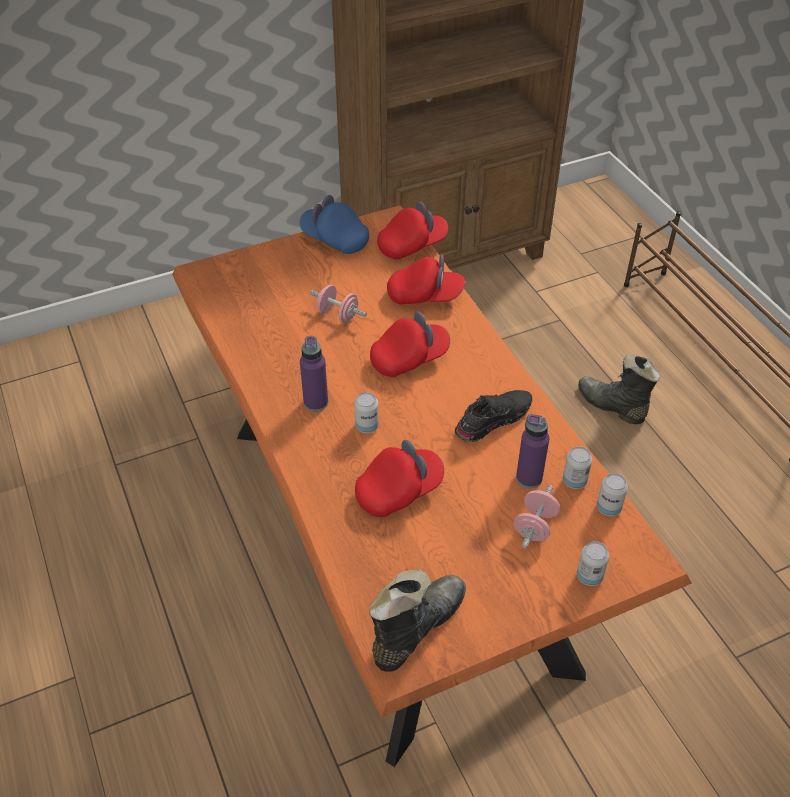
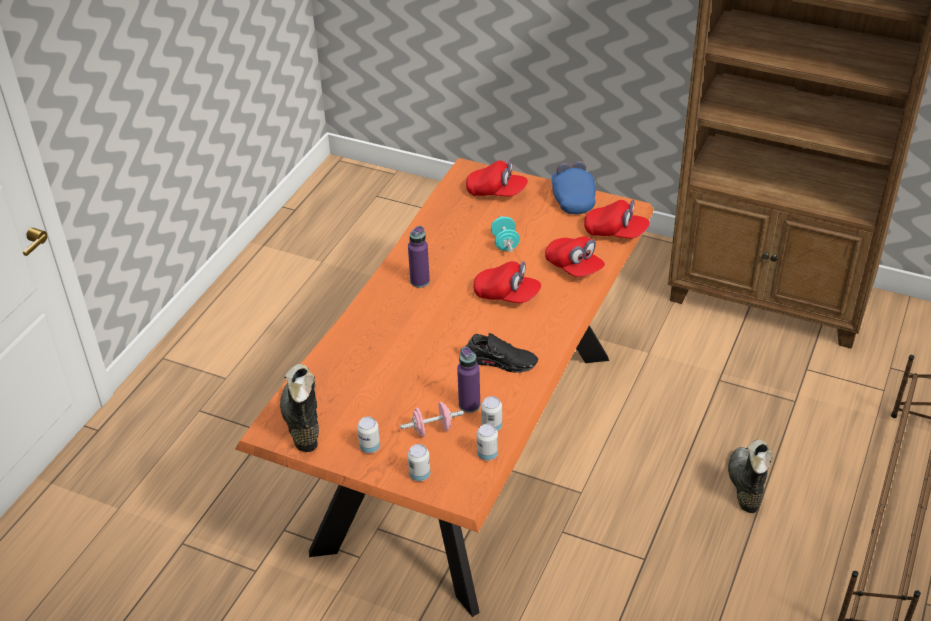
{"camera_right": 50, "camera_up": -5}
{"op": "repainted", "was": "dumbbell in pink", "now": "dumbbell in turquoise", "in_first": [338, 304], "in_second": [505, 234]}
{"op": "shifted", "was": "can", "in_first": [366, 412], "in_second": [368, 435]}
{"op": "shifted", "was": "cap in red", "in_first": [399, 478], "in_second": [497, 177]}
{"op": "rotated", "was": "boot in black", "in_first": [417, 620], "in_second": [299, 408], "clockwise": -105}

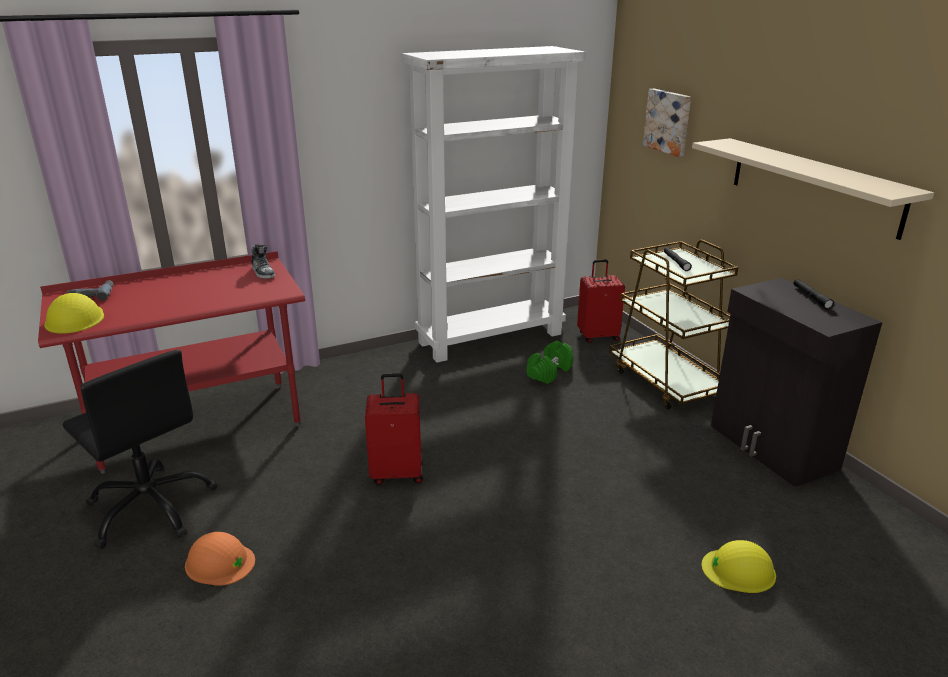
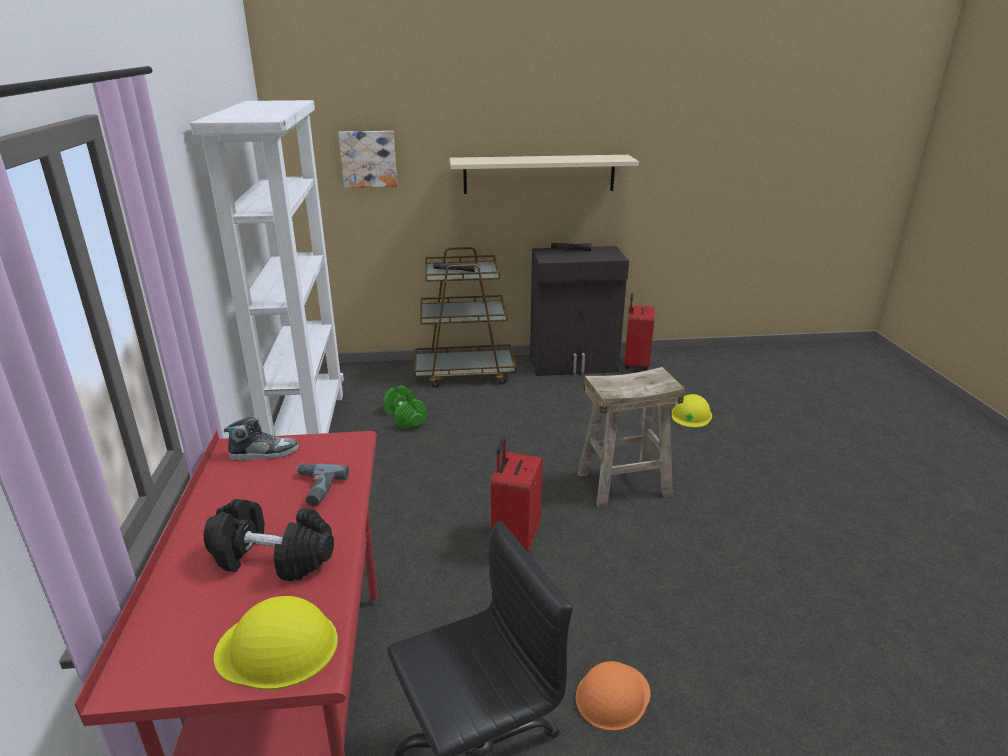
{"camera_right": -70, "camera_up": 0}
{"op": "shifted", "was": "suitcase in red", "in_first": [601, 301], "in_second": [639, 332]}
{"op": "shifted", "was": "power drill", "in_first": [90, 290], "in_second": [322, 484]}
{"op": "new", "now": "stool in beige", "in_second": [631, 437]}
{"op": "new", "now": "dumbbell in black", "in_second": [269, 540]}

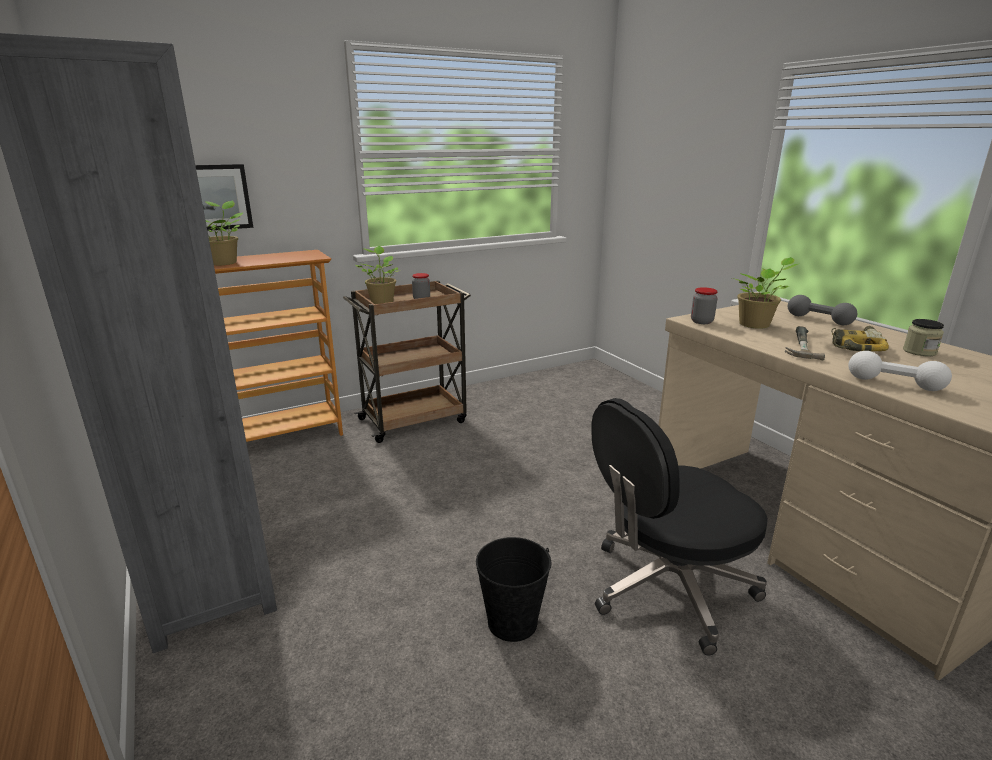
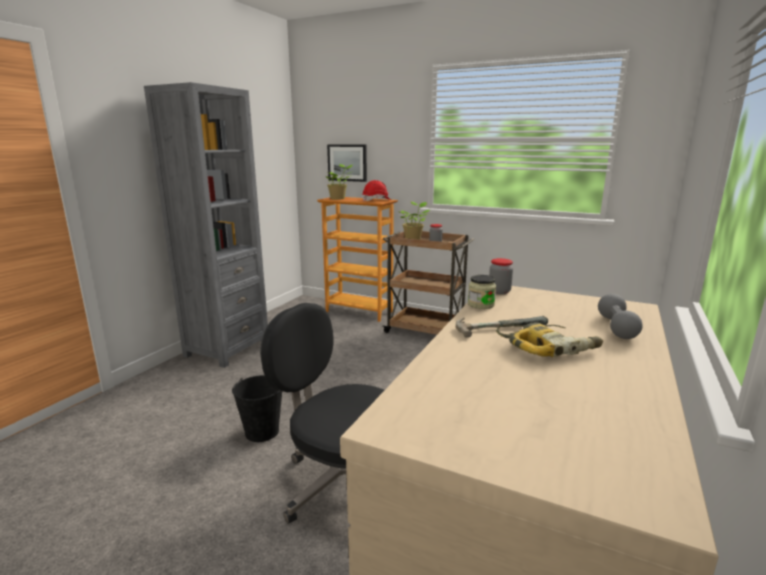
{"camera_right": 55, "camera_up": -5}
{"op": "gone", "was": "potted plant", "in_first": [765, 293]}
{"op": "shifted", "was": "jar", "in_first": [923, 337], "in_second": [482, 292]}
{"op": "gone", "was": "dumbbell in white", "in_first": [900, 371]}
{"op": "new", "now": "hard hat in red", "in_second": [376, 191]}

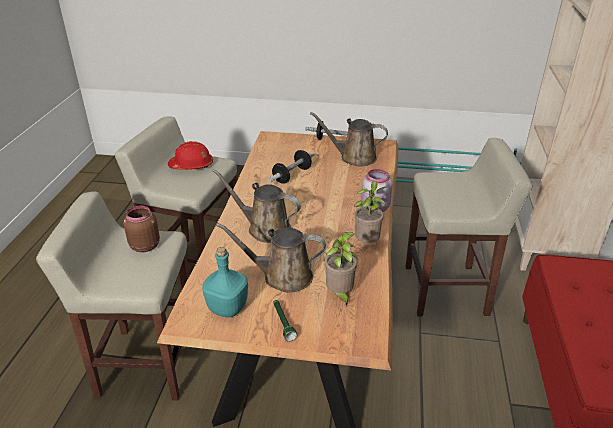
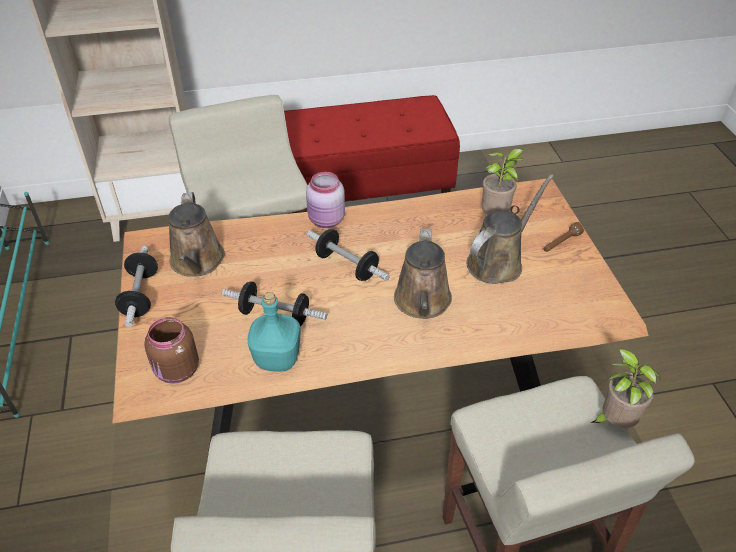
{"camera_right": -110, "camera_up": 10}
{"op": "gone", "was": "hard hat in red", "in_first": [190, 155]}
{"op": "shifted", "was": "potted plant", "in_first": [370, 212], "in_second": [625, 388]}
{"op": "shifted", "was": "jar in brown", "in_first": [142, 229], "in_second": [171, 350]}
{"op": "rotated", "was": "watering can in brown", "in_first": [271, 258], "in_second": [510, 229], "clockwise": -120}
{"op": "shifted", "was": "bottle in turquoise", "in_first": [225, 282], "in_second": [274, 332]}
{"op": "repainted", "was": "flashlight in green", "now": "flashlight in brown", "in_first": [285, 321], "in_second": [563, 237]}
{"op": "new", "now": "dumbbell", "in_second": [348, 255]}

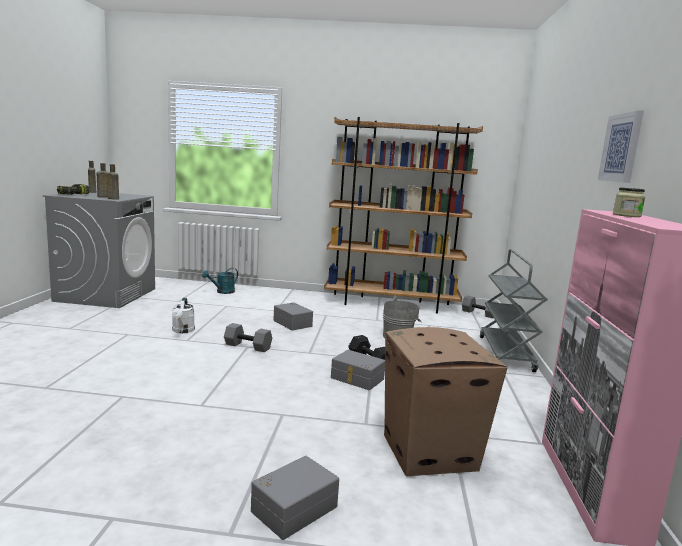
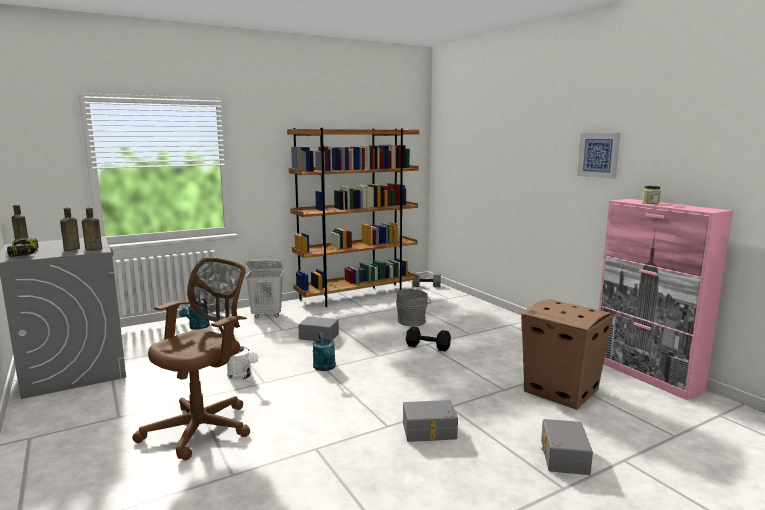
{"camera_right": -35, "camera_up": 0}
{"op": "gone", "was": "cart in grey", "in_first": [514, 310]}
{"op": "swapped", "was": "dumbbell in grey", "now": "watering can in turquoise", "in_first": [248, 337], "in_second": [324, 351]}
{"op": "shifted", "was": "storage box in grey", "in_first": [358, 370], "in_second": [430, 421]}
{"op": "new", "now": "office chair in brown", "in_second": [191, 358]}
{"op": "new", "now": "laundry basket in white", "in_second": [264, 288]}

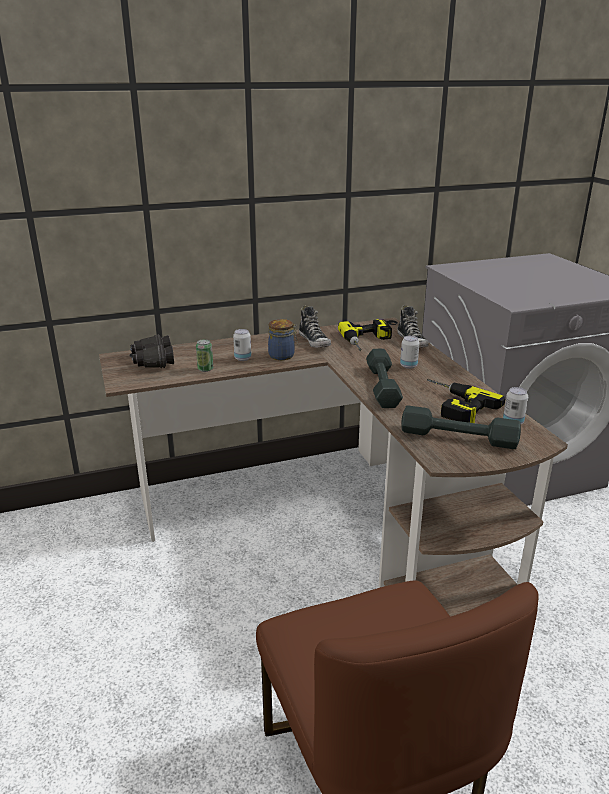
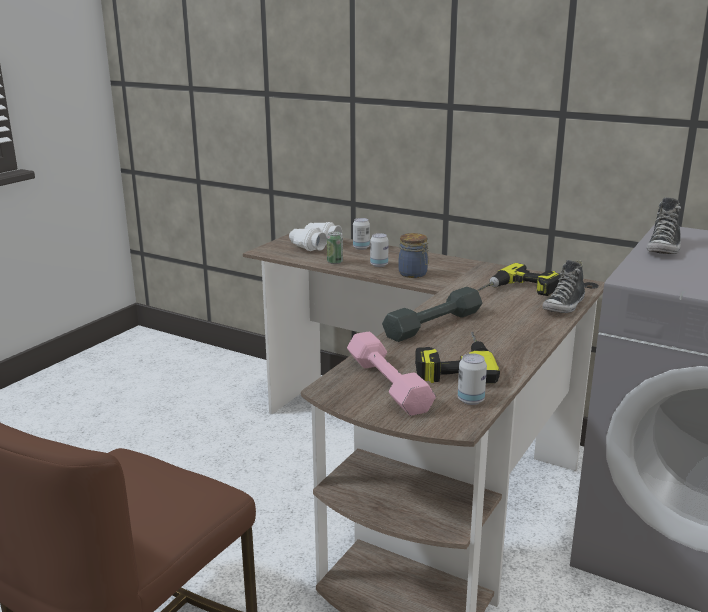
{"camera_right": 50, "camera_up": -5}
{"op": "shifted", "was": "shoe", "in_first": [315, 326], "in_second": [664, 225]}
{"op": "repainted", "was": "binoculars in black", "now": "binoculars in white", "in_first": [152, 351], "in_second": [315, 236]}
{"op": "shifted", "was": "can", "in_first": [409, 352], "in_second": [361, 234]}
{"op": "repainted", "was": "dumbbell in grey", "now": "dumbbell in pink", "in_first": [461, 427], "in_second": [391, 374]}

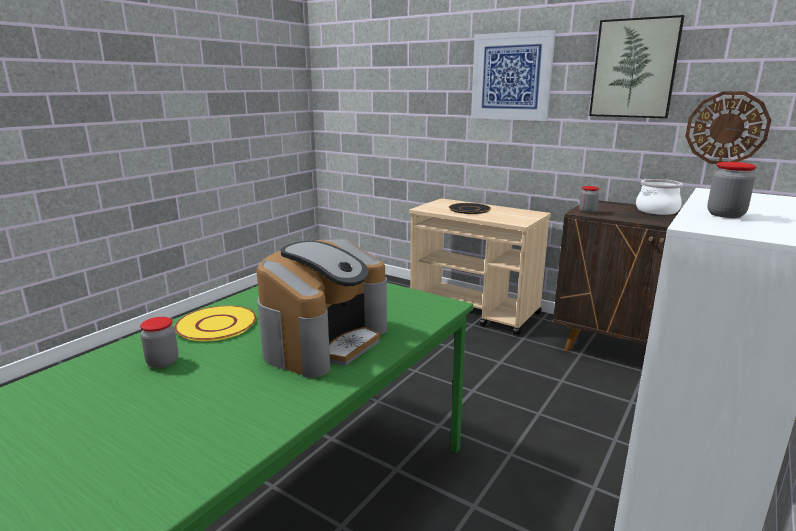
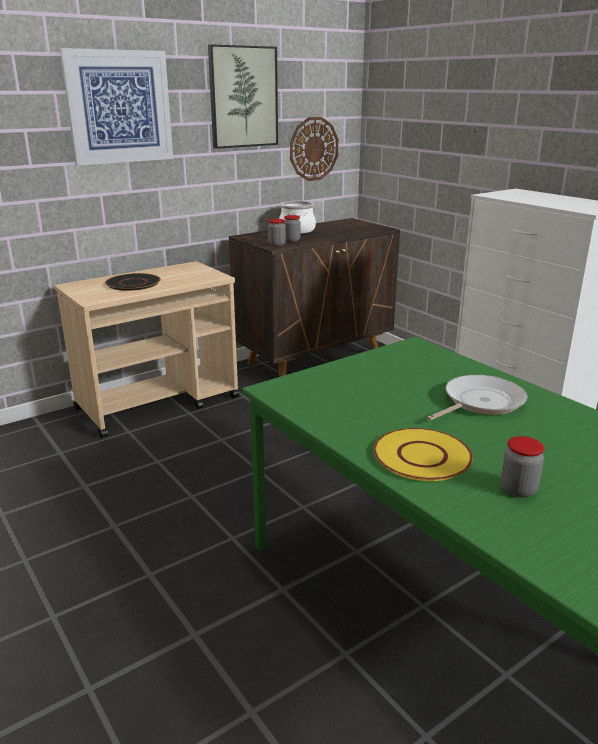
{"camera_right": -70, "camera_up": 5}
{"op": "shifted", "was": "jar", "in_first": [731, 190], "in_second": [292, 228]}
{"op": "swapped", "was": "coffee machine", "now": "frying pan", "in_first": [321, 308], "in_second": [477, 397]}

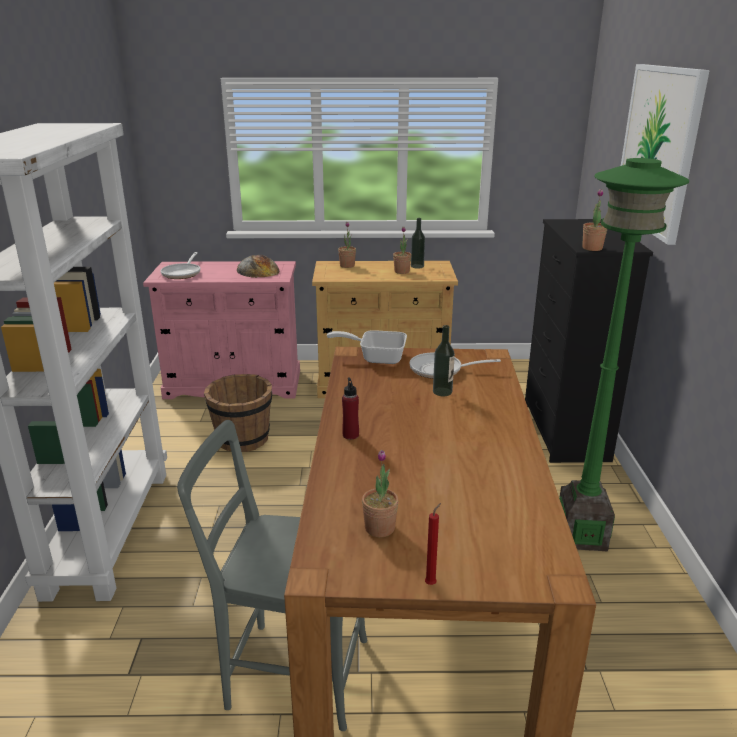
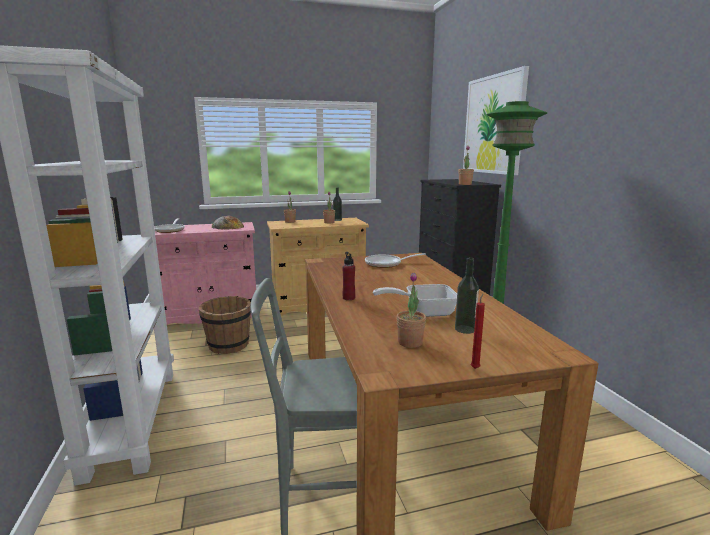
{"camera_right": -15, "camera_up": -10}
{"op": "shifted", "was": "bottle", "in_first": [444, 360], "in_second": [467, 296]}
{"op": "shifted", "was": "frying pan", "in_first": [367, 347], "in_second": [415, 300]}

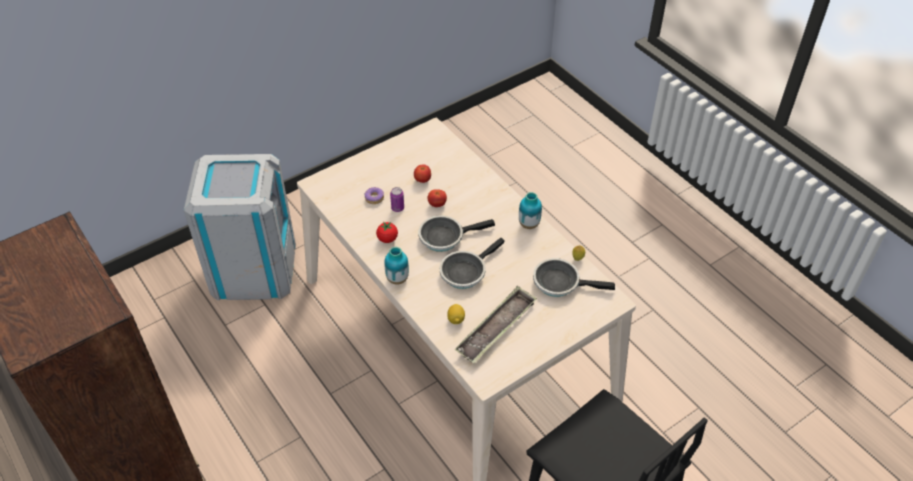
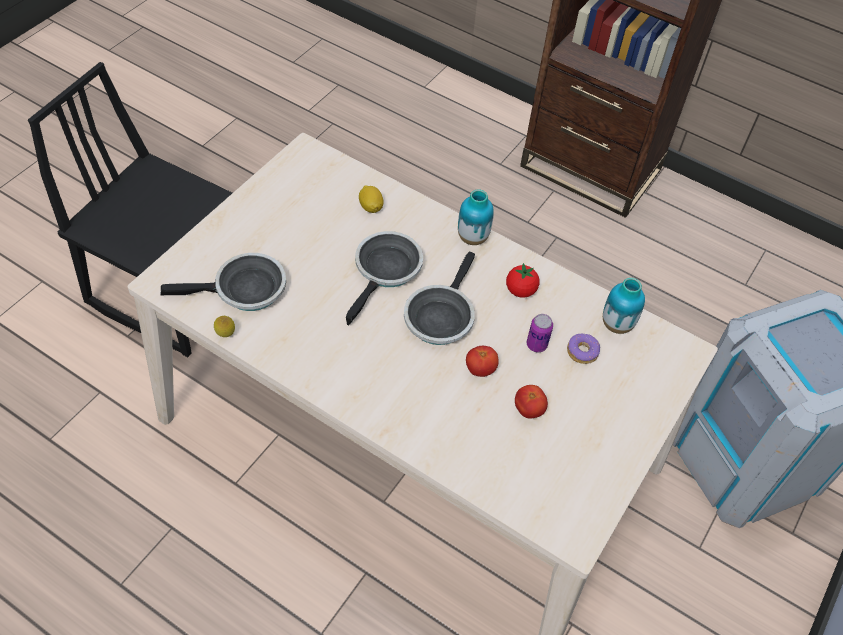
{"camera_right": 155, "camera_up": 5}
{"op": "shifted", "was": "vase", "in_first": [530, 210], "in_second": [624, 306]}
{"op": "rotated", "was": "frying pan", "in_first": [456, 233], "in_second": [439, 298], "clockwise": 150}
{"op": "gone", "was": "tray", "in_first": [496, 325]}

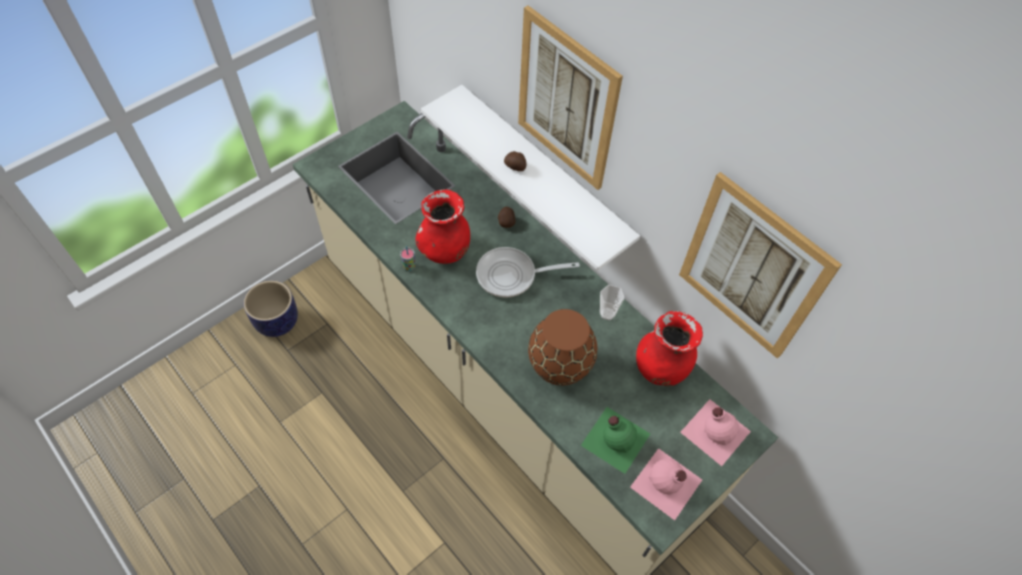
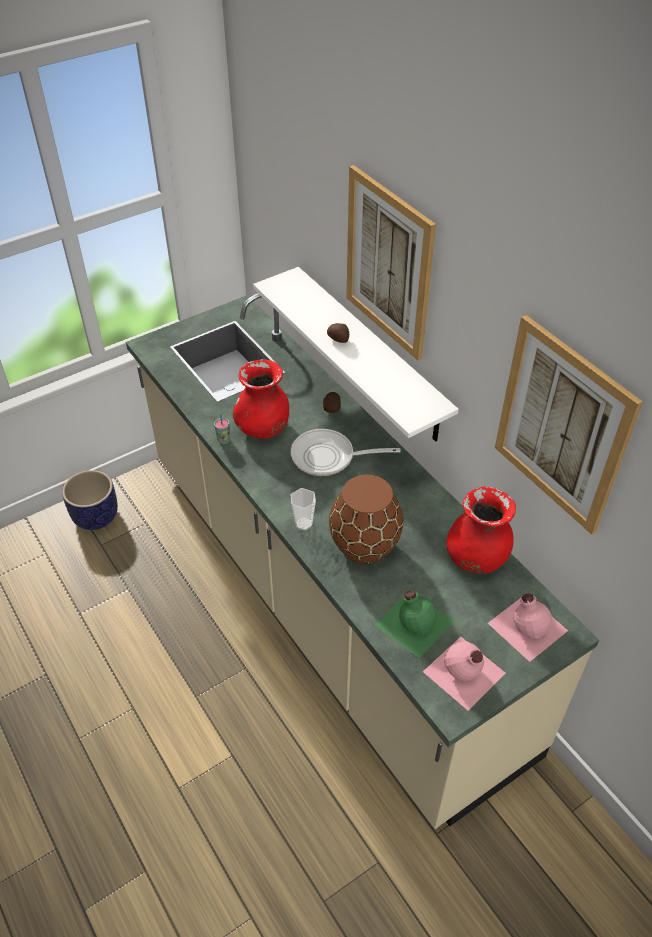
{"camera_right": 10, "camera_up": -10}
{"op": "shifted", "was": "cup", "in_first": [612, 302], "in_second": [303, 509]}

